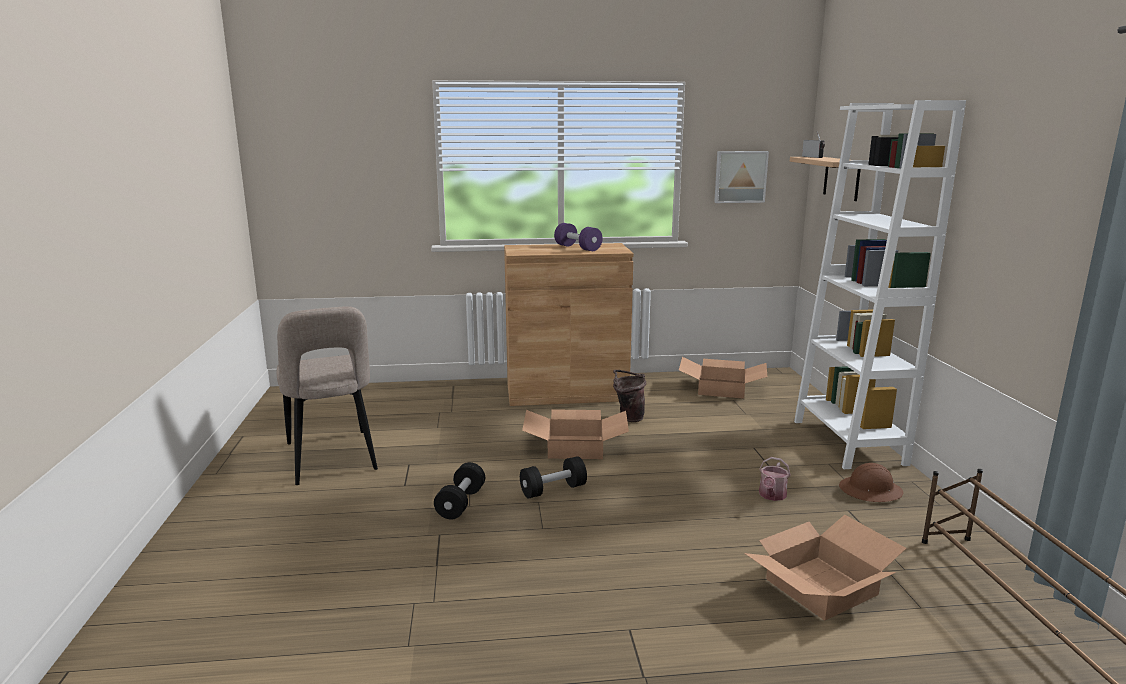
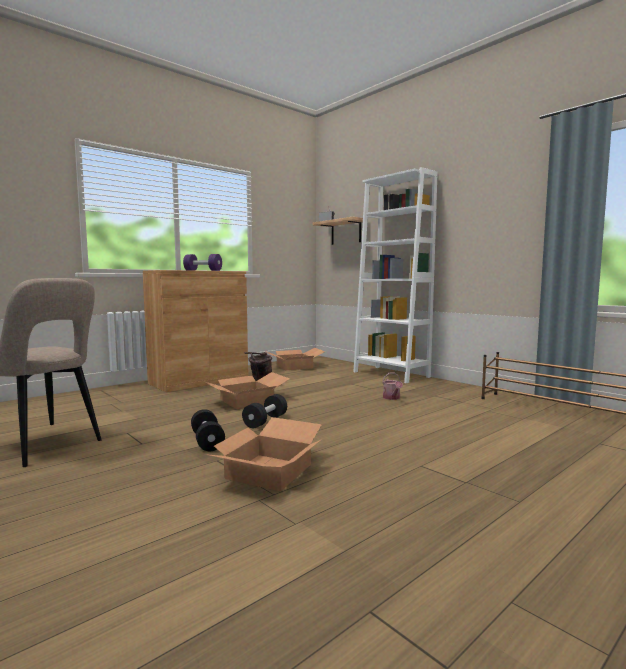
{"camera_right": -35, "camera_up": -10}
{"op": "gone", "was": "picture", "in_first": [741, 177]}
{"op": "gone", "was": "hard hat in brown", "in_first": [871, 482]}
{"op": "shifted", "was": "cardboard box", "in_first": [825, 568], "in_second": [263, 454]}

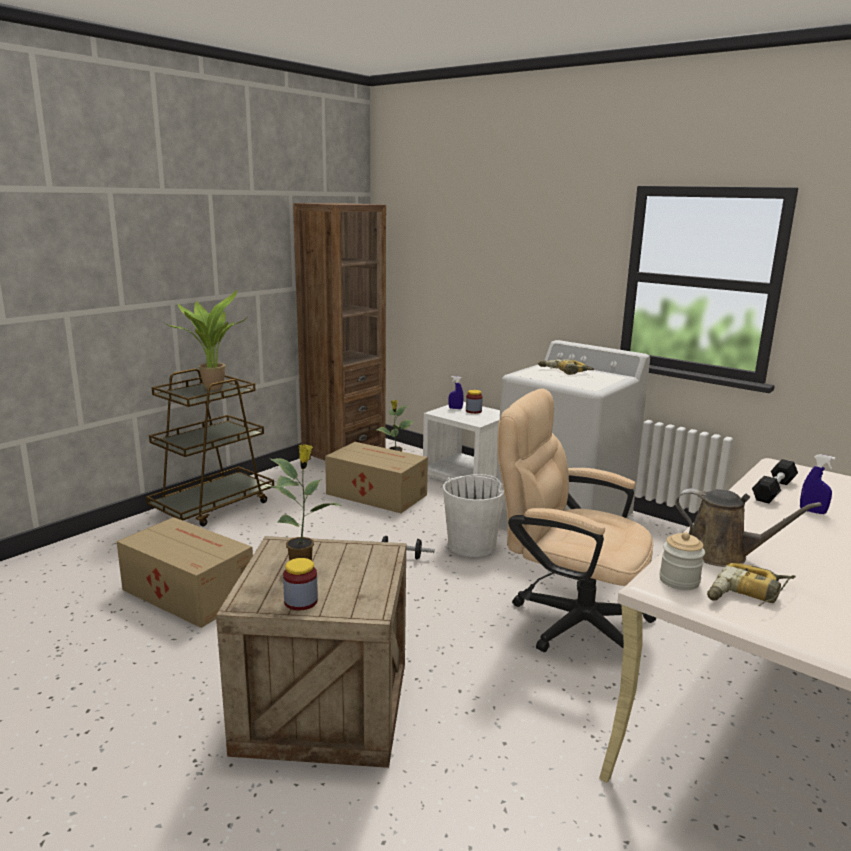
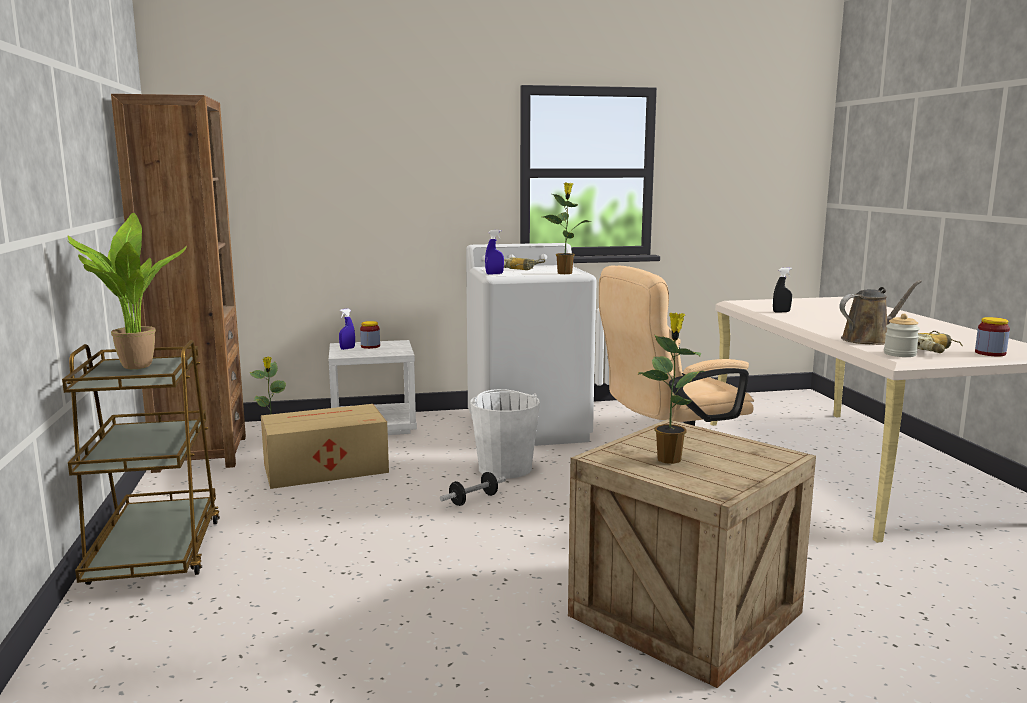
{"camera_right": -50, "camera_up": -5}
{"op": "shifted", "was": "spray bottle in blue", "in_first": [818, 484], "in_second": [494, 252]}
{"op": "swapped", "was": "dumbbell in black", "now": "spray bottle in black", "in_first": [775, 481], "in_second": [782, 290]}
{"op": "gone", "was": "cardboard box", "in_first": [184, 572]}
{"op": "shifted", "was": "jar", "in_first": [300, 584], "in_second": [992, 336]}
{"op": "new", "now": "potted plant", "in_second": [567, 228]}

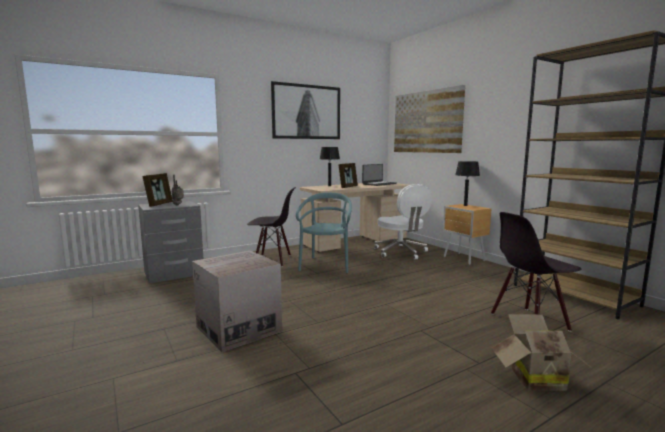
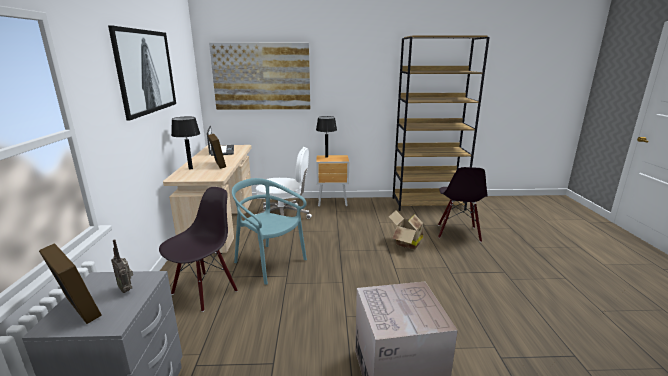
{"camera_right": -60, "camera_up": 10}
{"op": "shifted", "was": "cardboard box", "in_first": [540, 352], "in_second": [407, 230]}

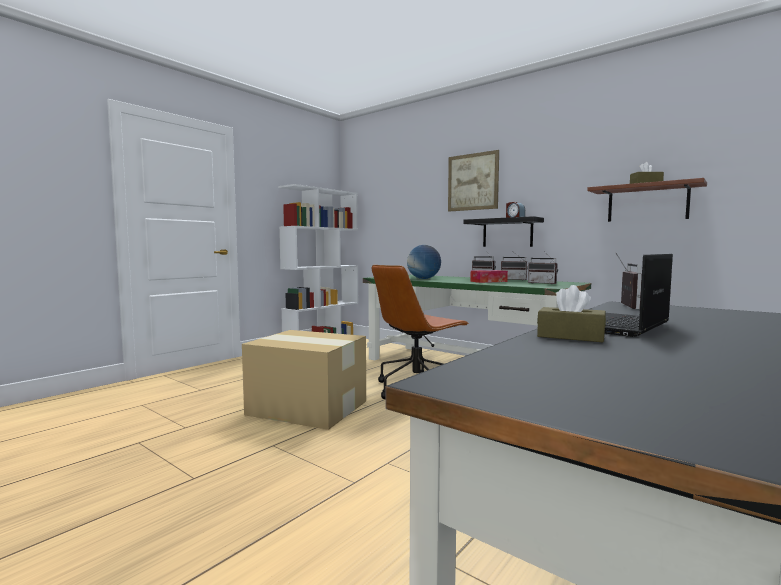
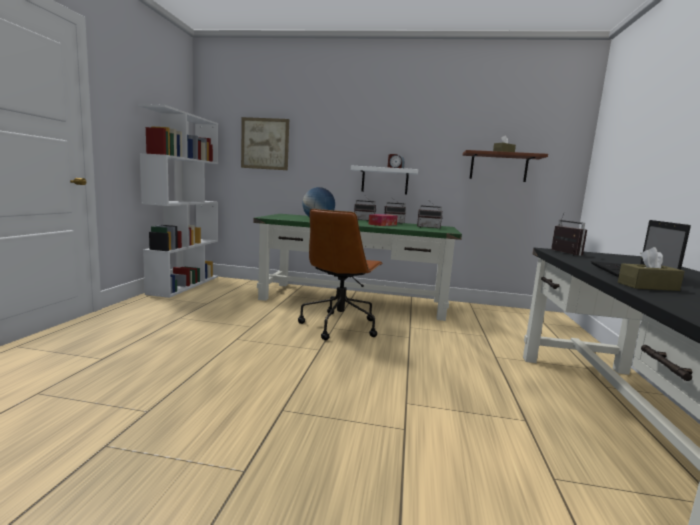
{"camera_right": -30, "camera_up": 5}
{"op": "shifted", "was": "picture", "in_first": [473, 180], "in_second": [265, 143]}
{"op": "repainted", "was": "shelf in black", "now": "shelf in white", "in_first": [503, 231], "in_second": [384, 179]}
{"op": "gone", "was": "cardboard box", "in_first": [304, 380]}

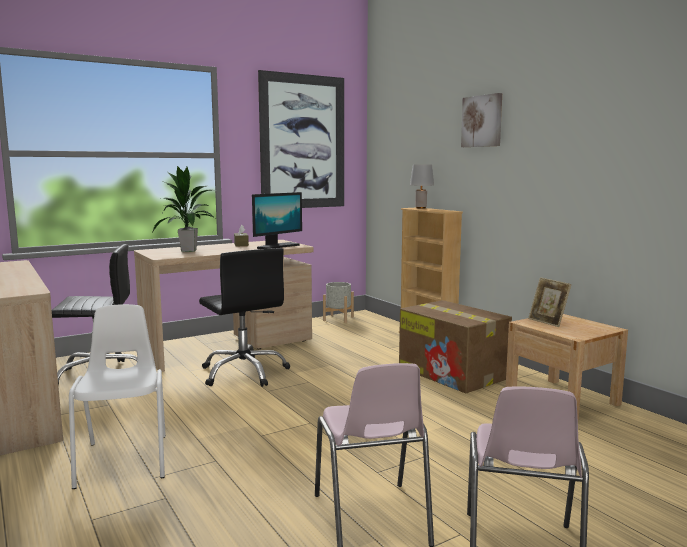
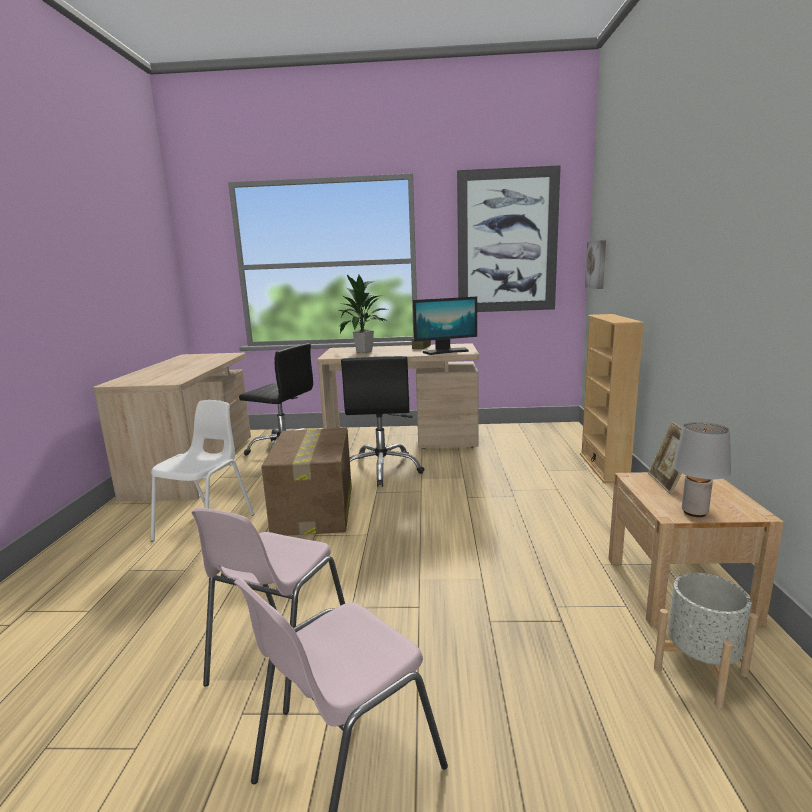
{"camera_right": 35, "camera_up": 5}
{"op": "shifted", "was": "picture", "in_first": [481, 120], "in_second": [595, 264]}
{"op": "shifted", "was": "table lamp in grey", "in_first": [422, 186], "in_second": [701, 469]}
{"op": "shifted", "was": "planter in grey", "in_first": [338, 302], "in_second": [706, 640]}
{"op": "shifted", "was": "cardboard box", "in_first": [455, 346], "in_second": [306, 482]}

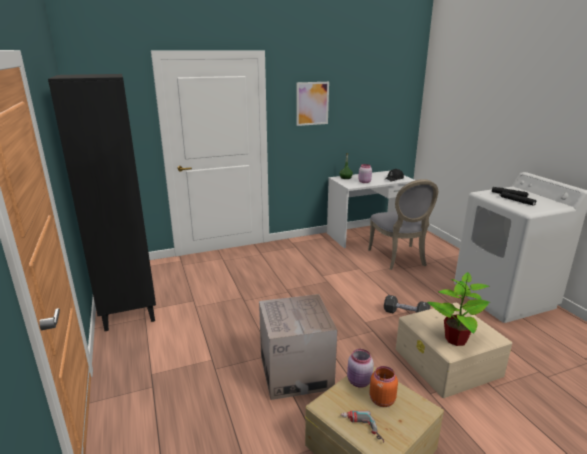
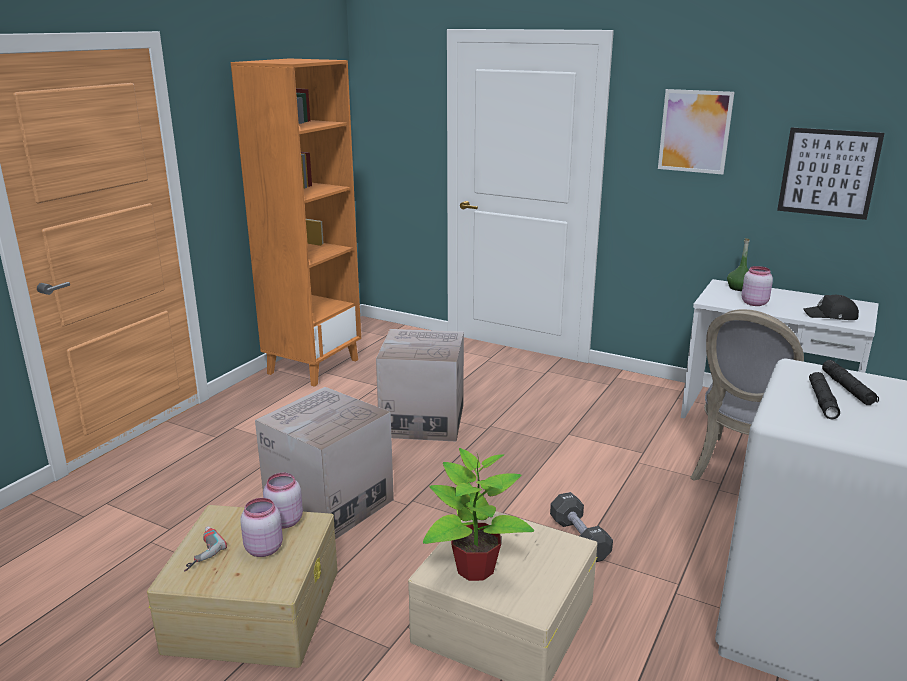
{"camera_right": 50, "camera_up": 0}
{"op": "repainted", "was": "bookcase in black", "now": "bookcase in orange", "in_first": [102, 202], "in_second": [296, 223]}
{"op": "repainted", "was": "jar in orange", "now": "jar in pink", "in_first": [383, 386], "in_second": [261, 527]}
{"op": "new", "now": "picture", "in_second": [830, 173]}
{"op": "new", "now": "cardboard box", "in_second": [420, 385]}

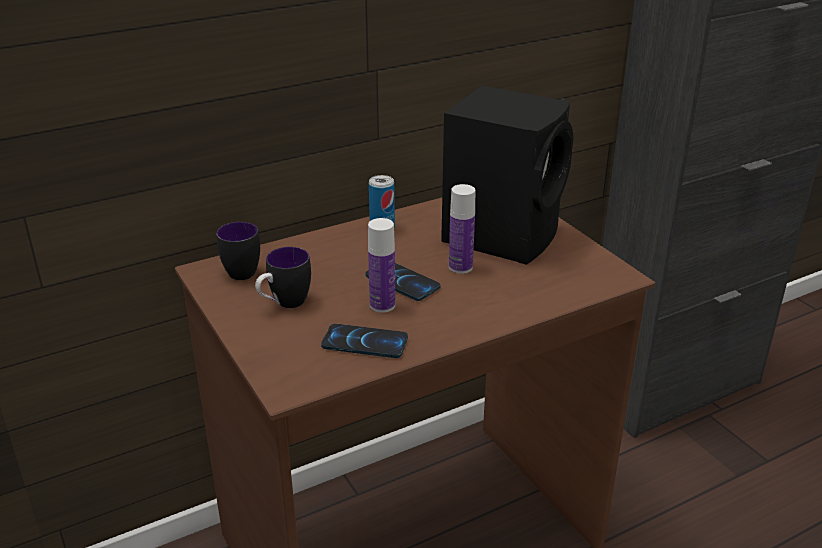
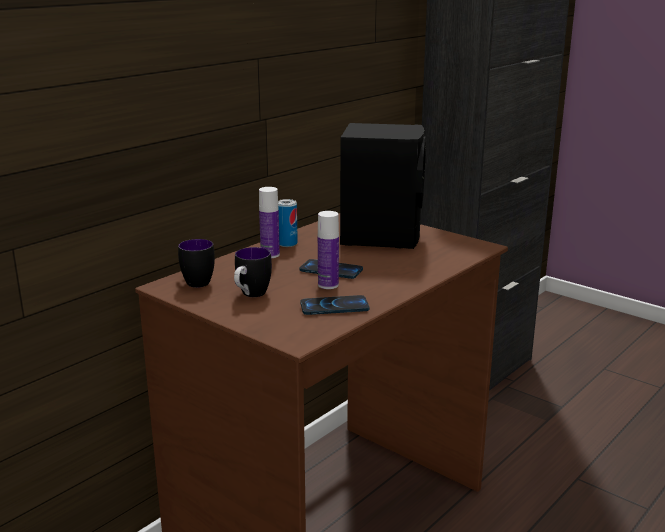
{"camera_right": -20, "camera_up": -10}
{"op": "shifted", "was": "bottle", "in_first": [462, 229], "in_second": [269, 222]}

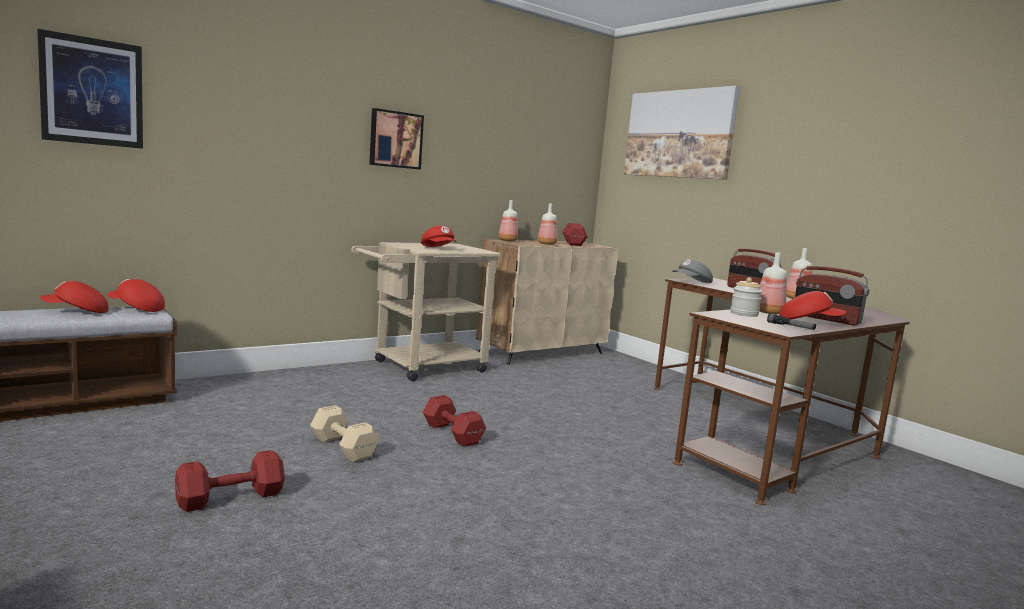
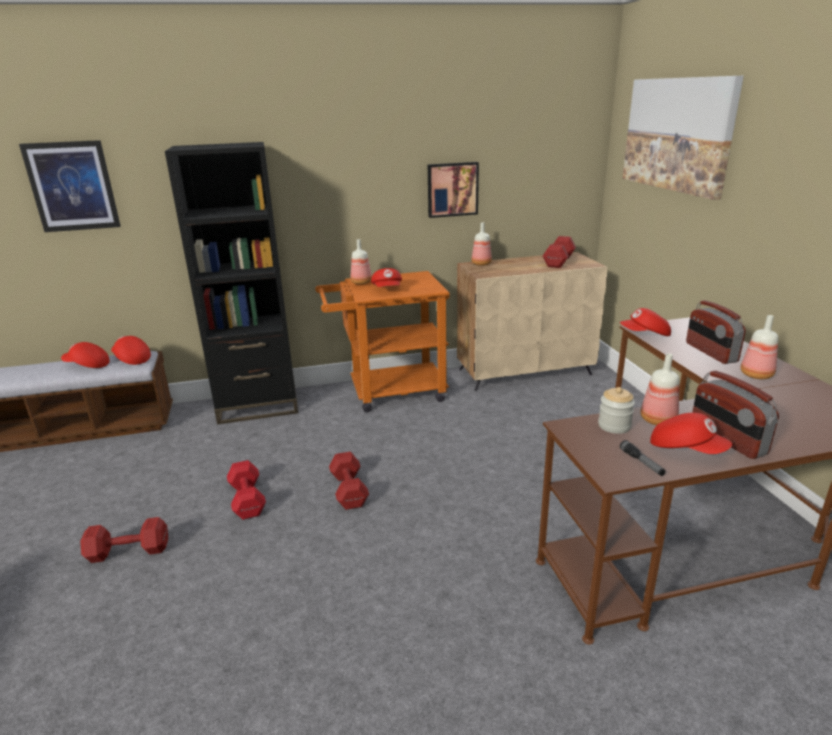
{"camera_right": 25, "camera_up": 15}
{"op": "shifted", "was": "picture", "in_first": [396, 139], "in_second": [453, 190]}
{"op": "shifted", "was": "bottle", "in_first": [547, 224], "in_second": [361, 262]}
{"op": "repainted", "was": "cart in beige", "now": "cart in orange", "in_first": [426, 311], "in_second": [382, 341]}
{"op": "repainted", "was": "cap in grey", "now": "cap in red", "in_first": [692, 271], "in_second": [645, 322]}
{"op": "repainted", "was": "dumbbell in beige", "now": "dumbbell in red", "in_first": [344, 433], "in_second": [246, 490]}
{"op": "new", "now": "bookcase in black", "in_second": [231, 283]}

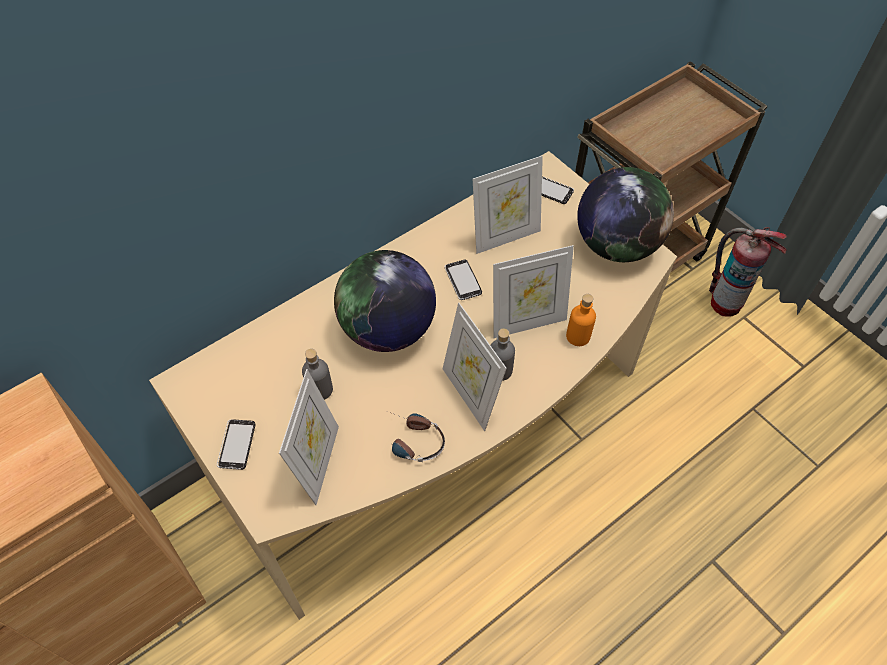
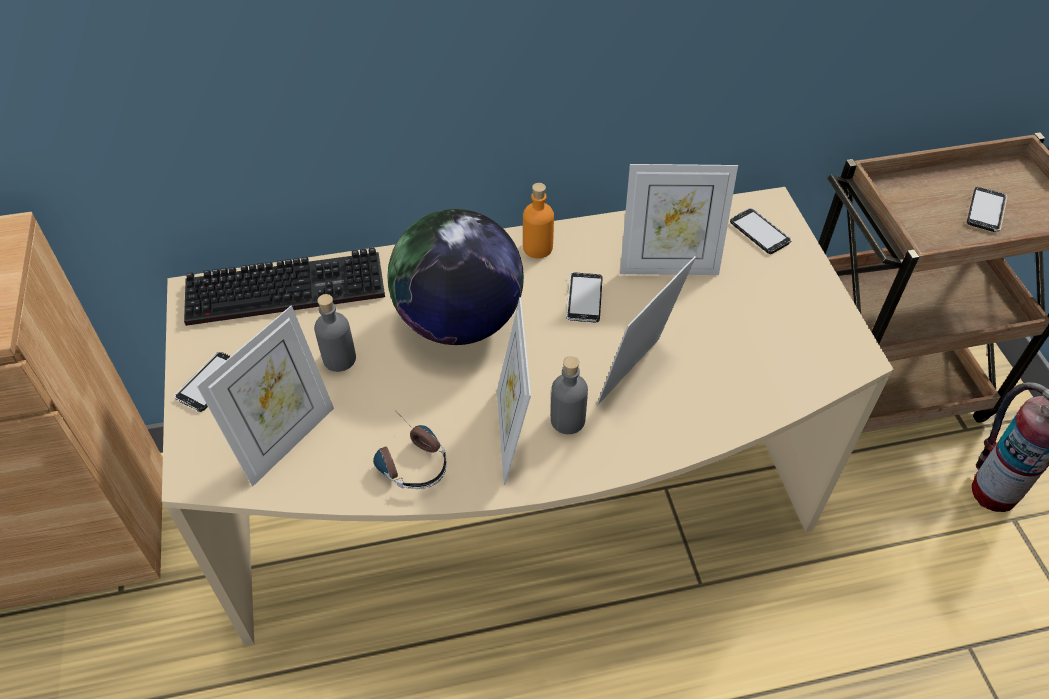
{"camera_right": 25, "camera_up": -5}
{"op": "gone", "was": "globe", "in_first": [625, 214]}
{"op": "rotated", "was": "picture frame", "in_first": [533, 291], "in_second": [646, 331], "clockwise": 120}
{"op": "shifted", "was": "bottle in orange", "in_first": [581, 320], "in_second": [538, 220]}
{"op": "new", "now": "phone", "in_second": [987, 209]}
{"op": "new", "now": "keyboard", "in_second": [284, 287]}

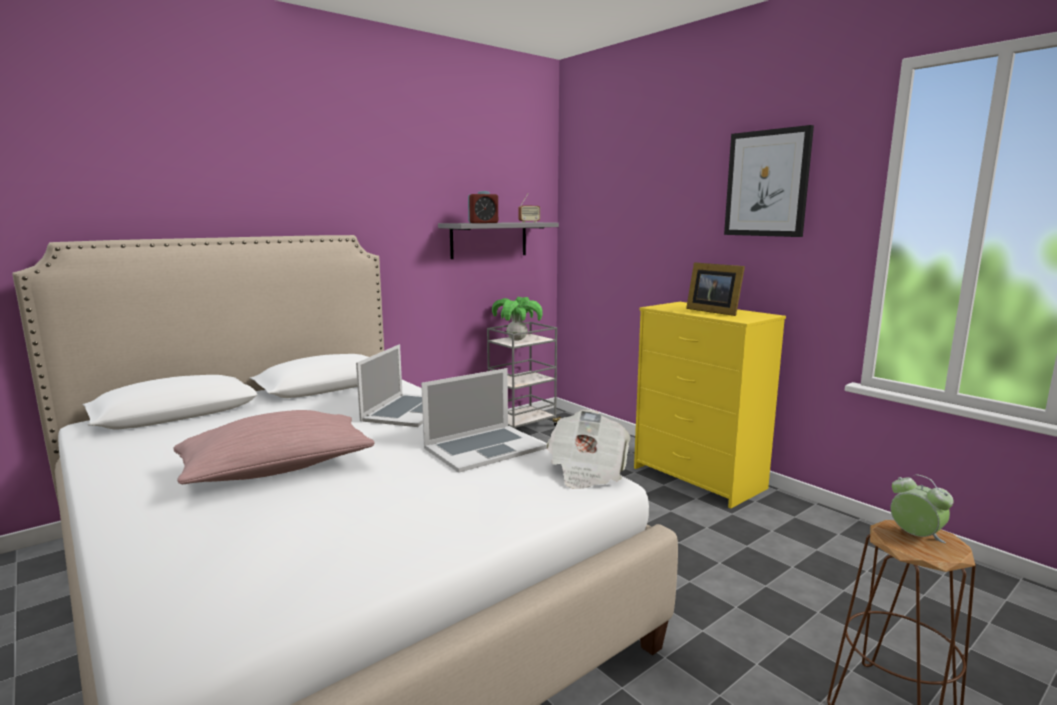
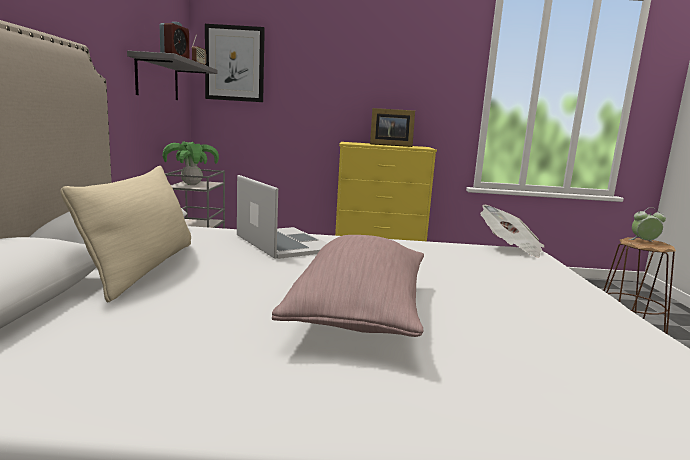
{"camera_right": -50, "camera_up": 0}
{"op": "shifted", "was": "picture", "in_first": [769, 181], "in_second": [235, 63]}
{"op": "gone", "was": "laptop", "in_first": [483, 420]}
{"op": "new", "now": "pillow in beige", "in_second": [126, 234]}

